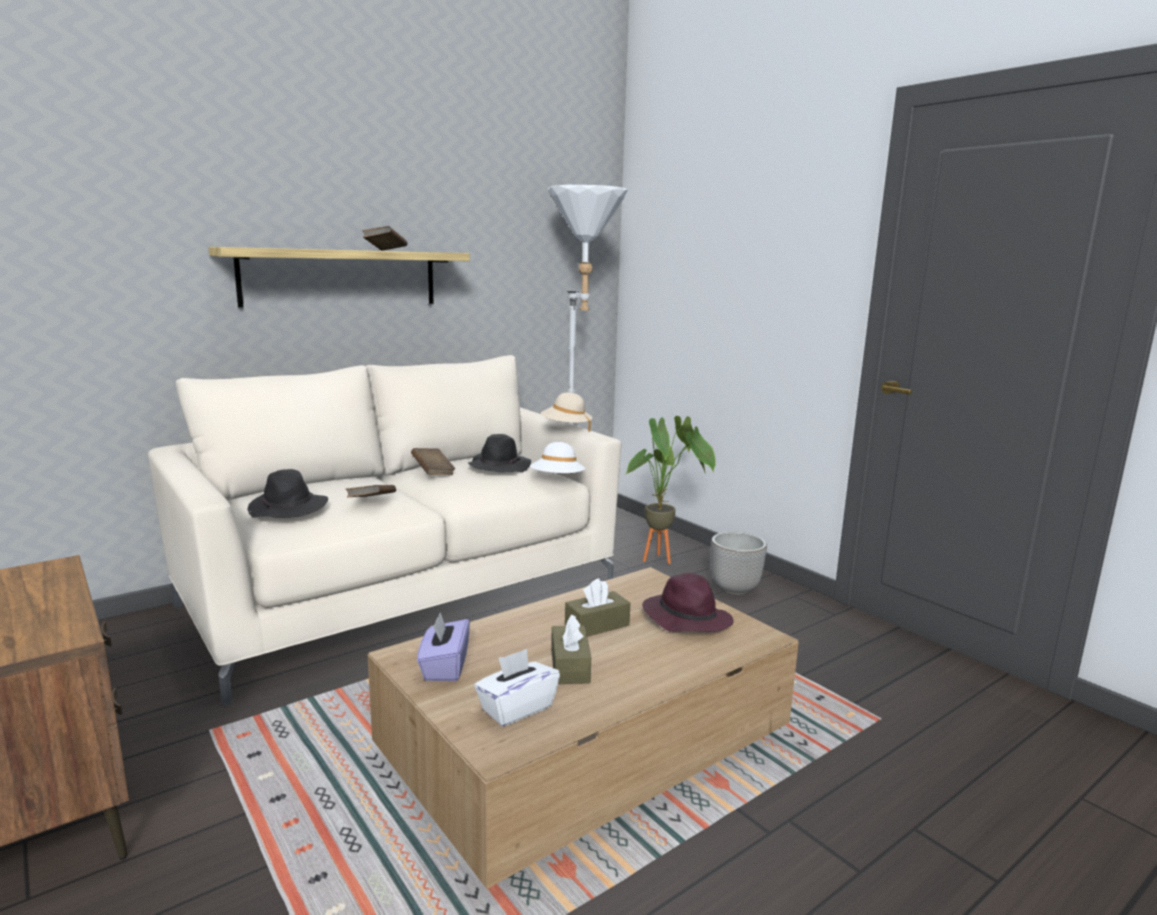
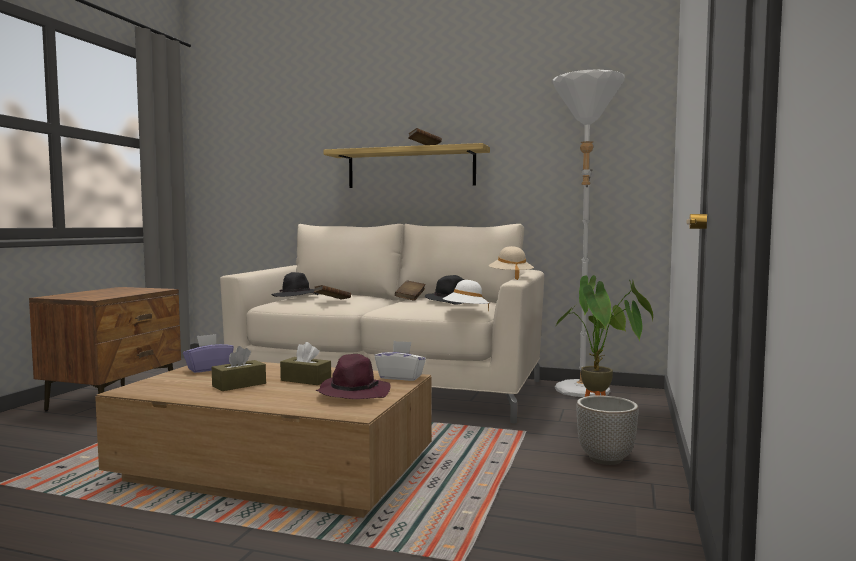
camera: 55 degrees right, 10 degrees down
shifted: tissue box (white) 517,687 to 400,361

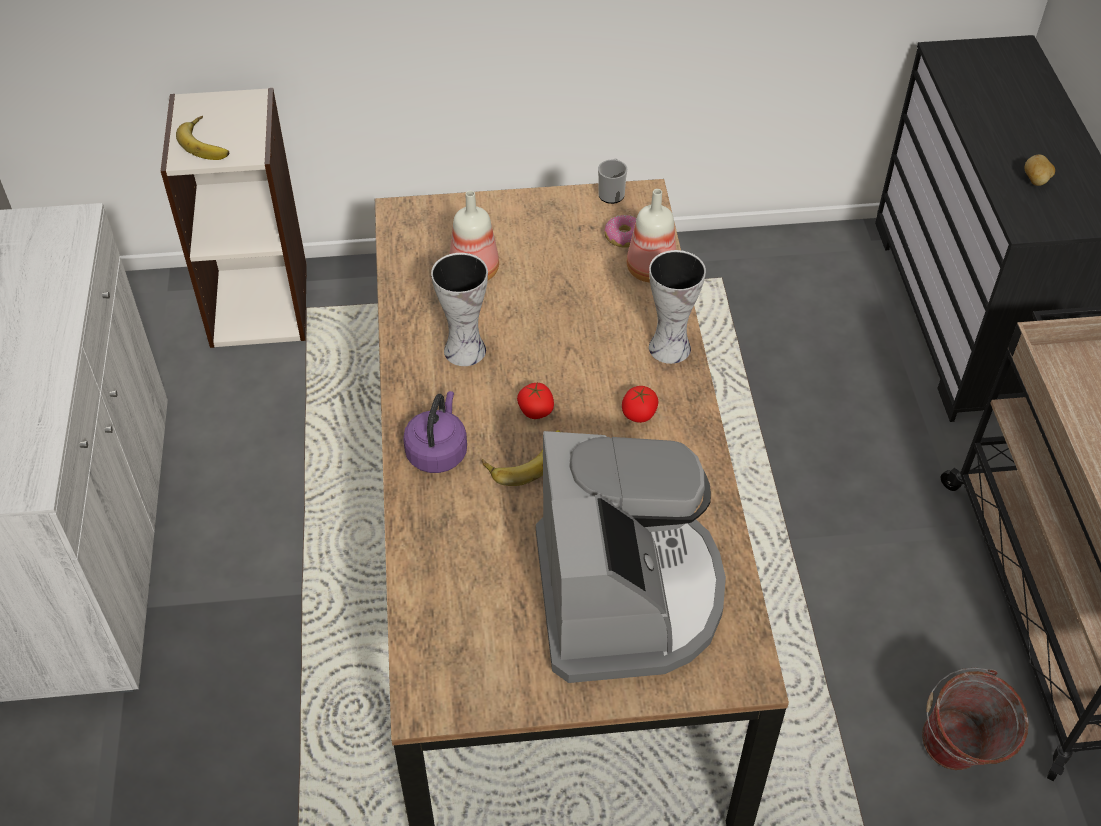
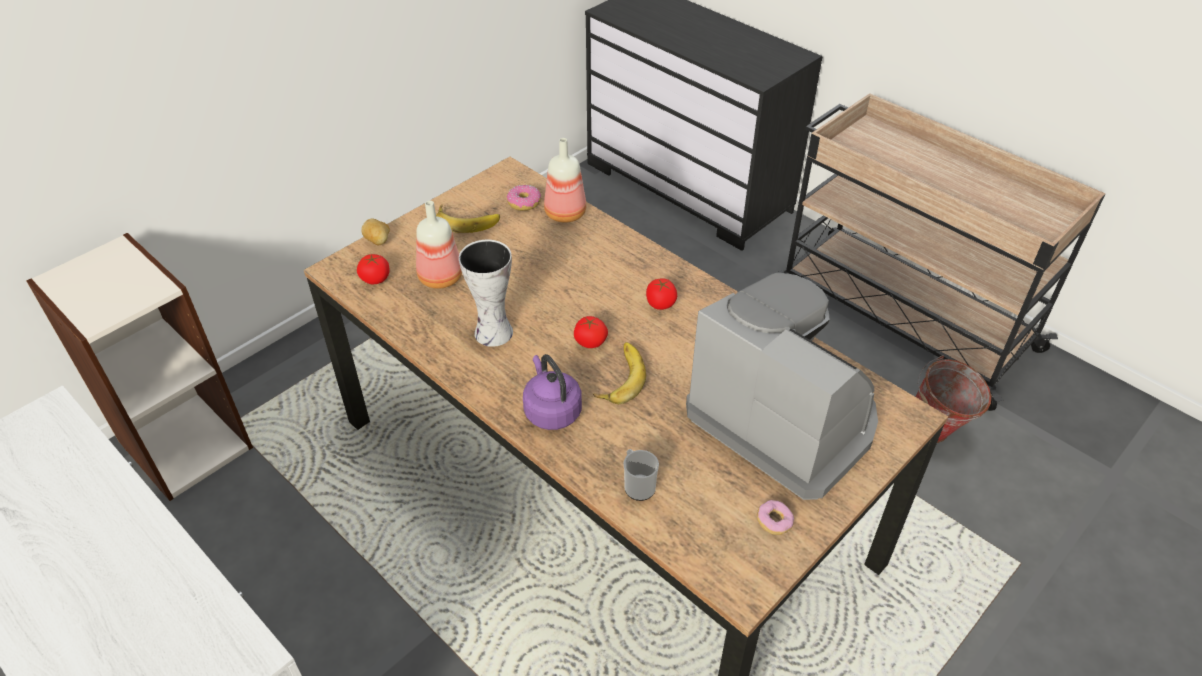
camera: 40 degrees left, 5 degrees down
gone: vase 677,307
new: fresh tomato 373,269; donut 775,517
shifted: potato 1039,170 to 375,232; banana fruit 202,138 to 468,218; coffee mug 612,181 to 641,475

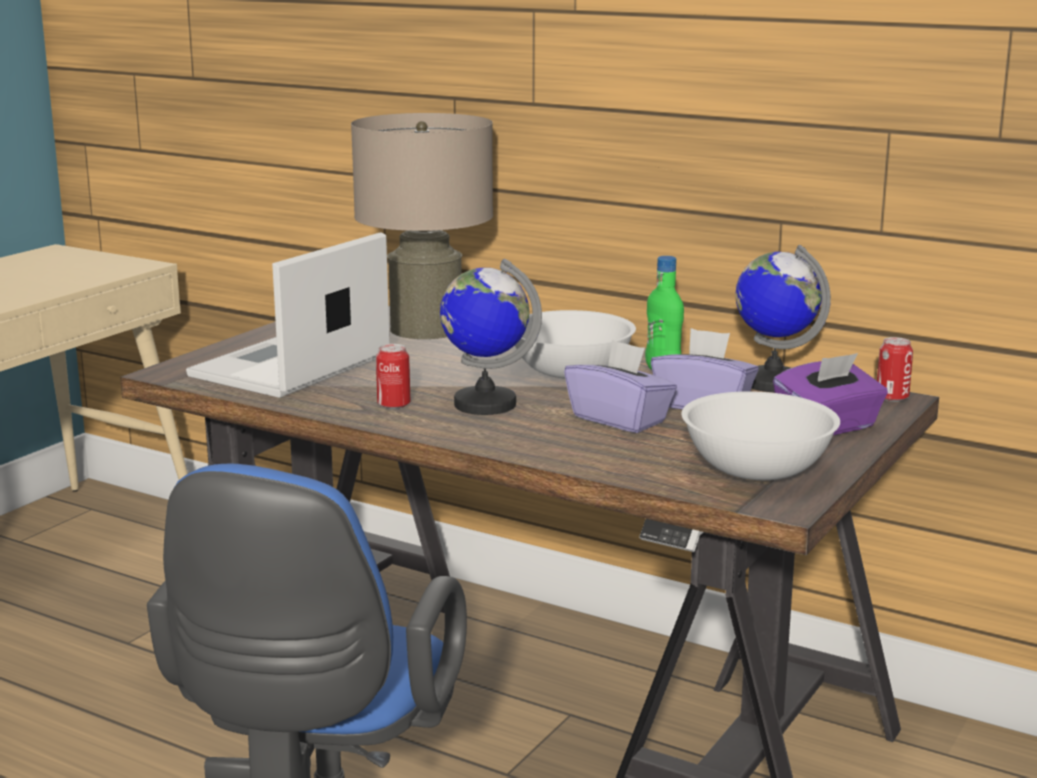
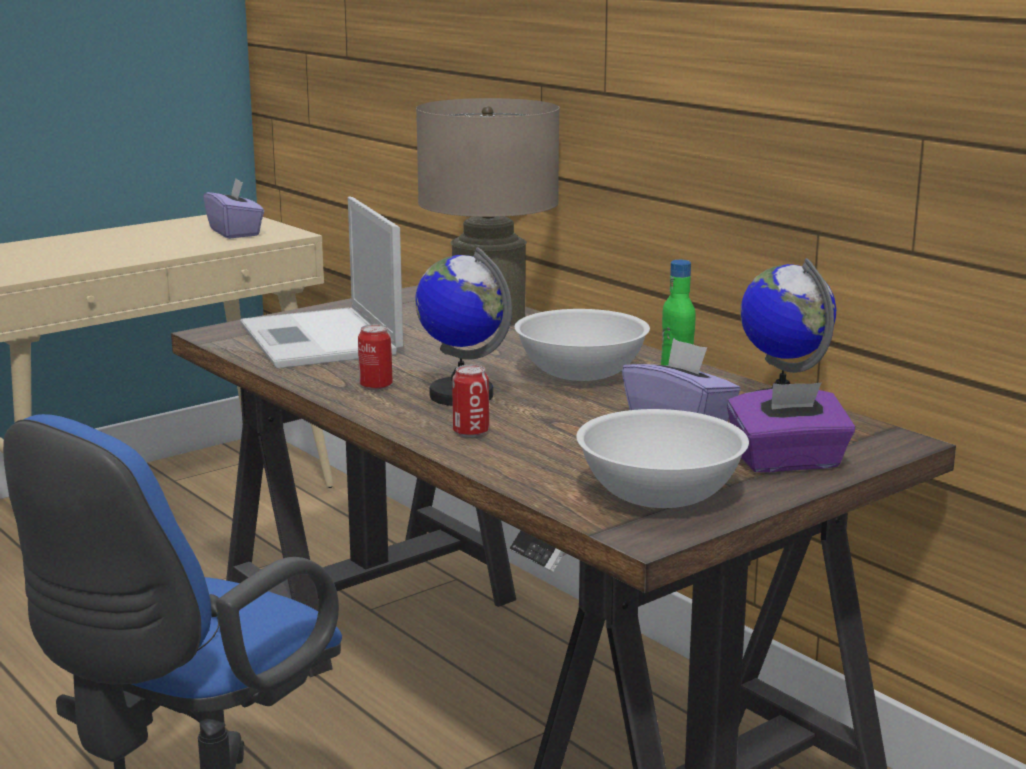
camera: 20 degrees right, 0 degrees up
shifted: tissue box (purplish) 620,386 to 233,208; can 895,369 to 470,401
rotated: portable computer 288,315 = 321,282 75 degrees counterclockwise

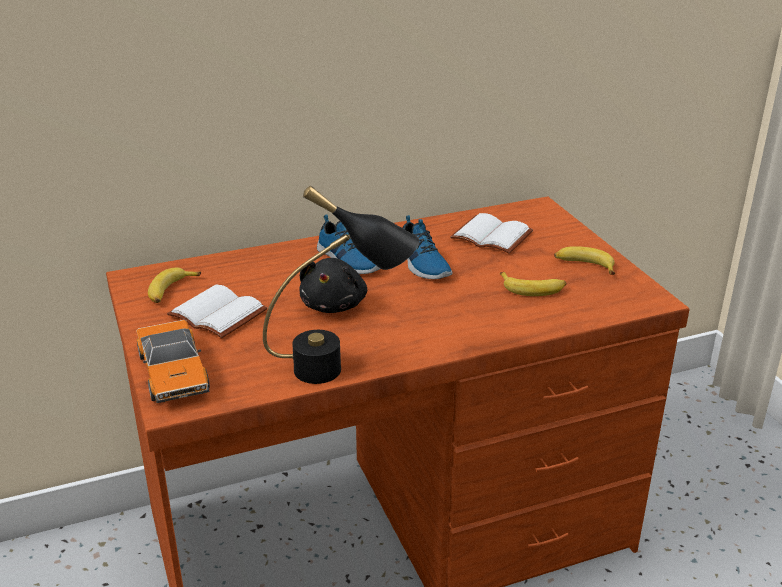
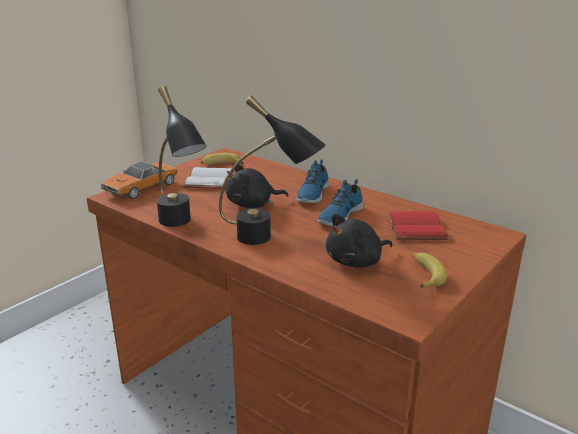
camera: 60 degrees right, 5 degrees down
new: tabletop lamp (black) 272,170
swapped: banana fruit 533,284 to plush toy (black) 359,241
repainted: volume (white) 491,233 to volume (reddish) 418,225

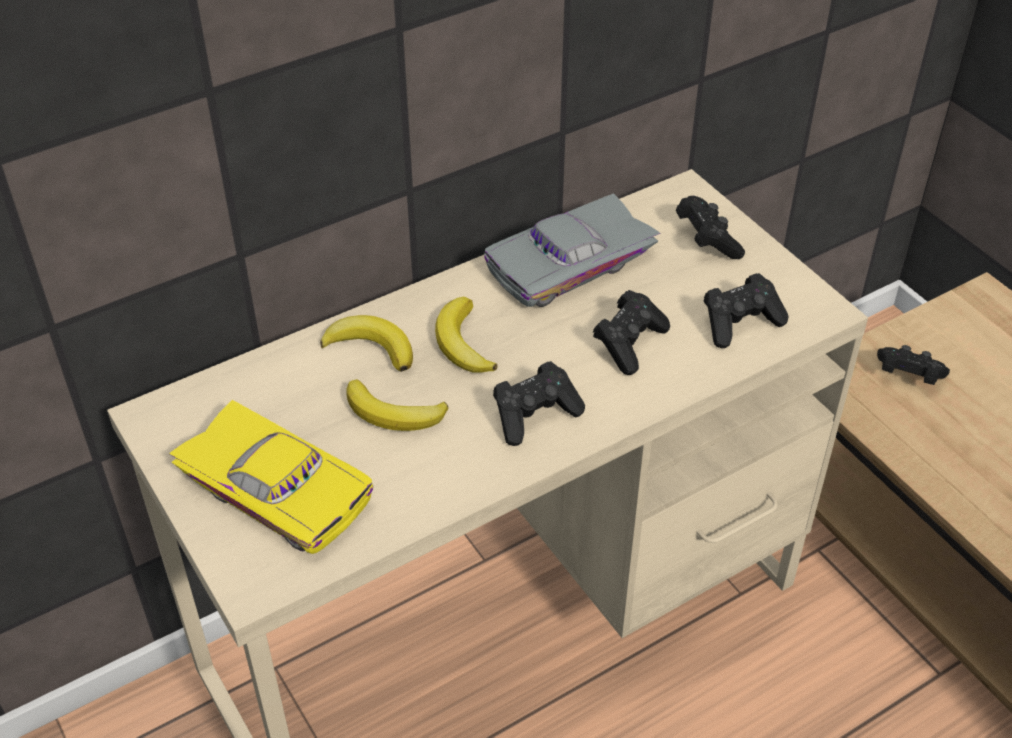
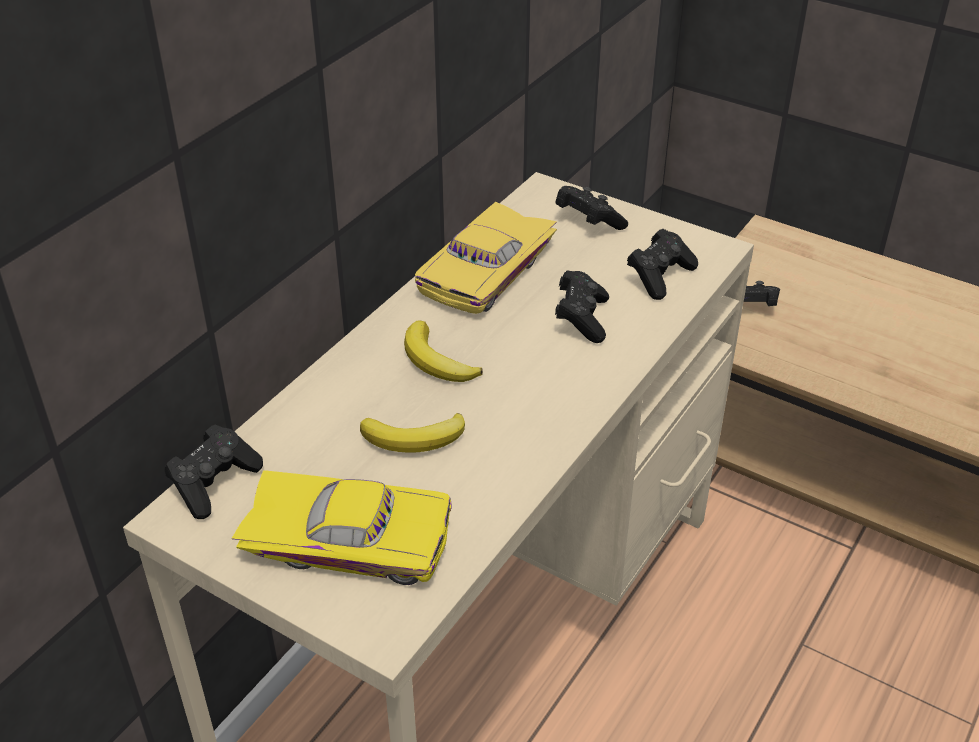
camera: 25 degrees left, 5 degrees down
gone: banana fruit 366,343
shifted: game controller (black) 539,403 to 214,472
repainted: toy car (greyish) 572,250 to toy car (yellow) 486,258

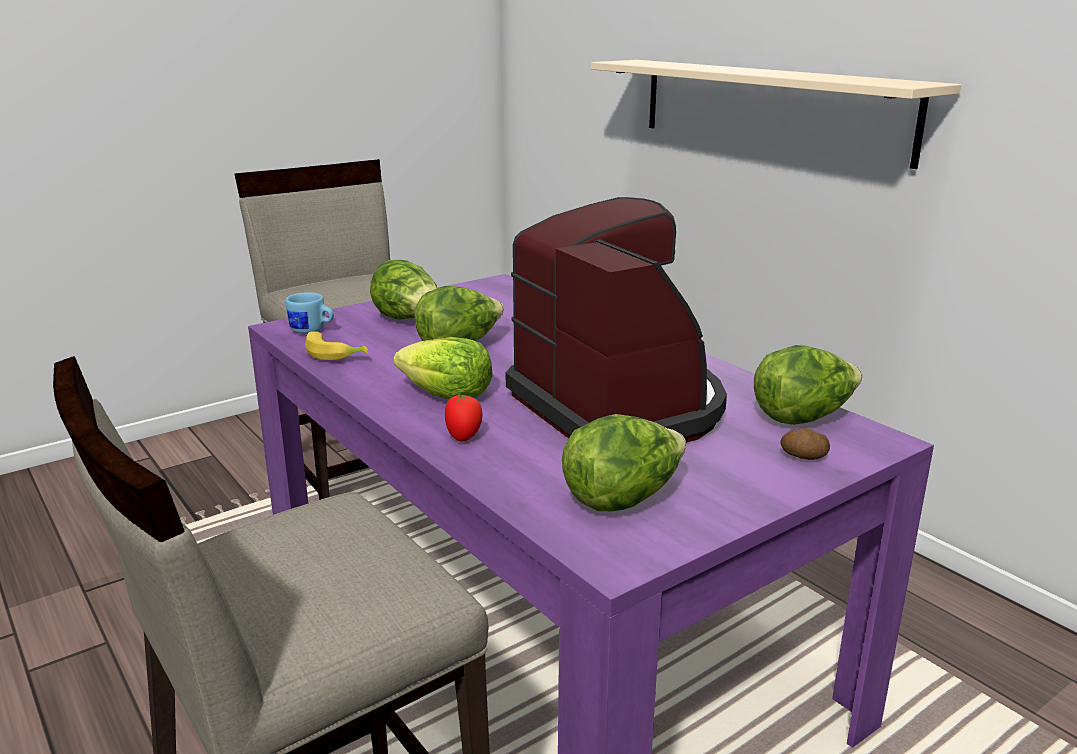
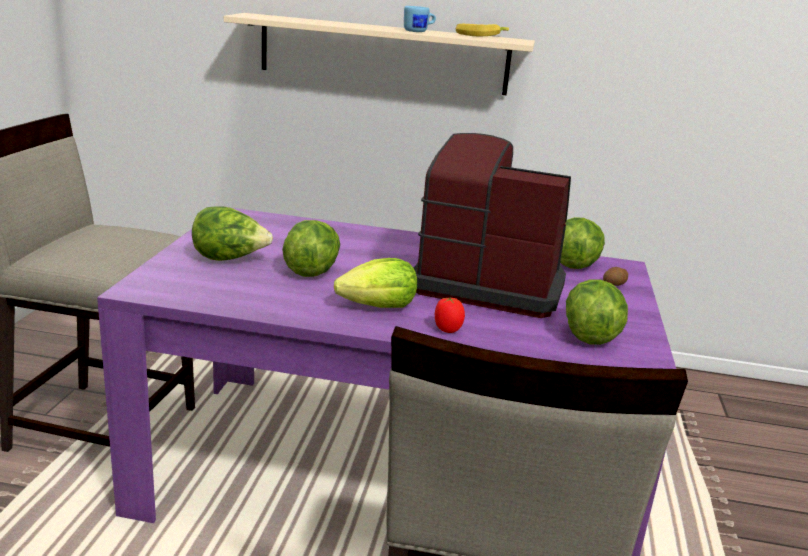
camera: 45 degrees left, 0 degrees up
shifted: coffee mug (blue-coloured) 309,313 to 420,19; banana fruit 336,345 to 482,30

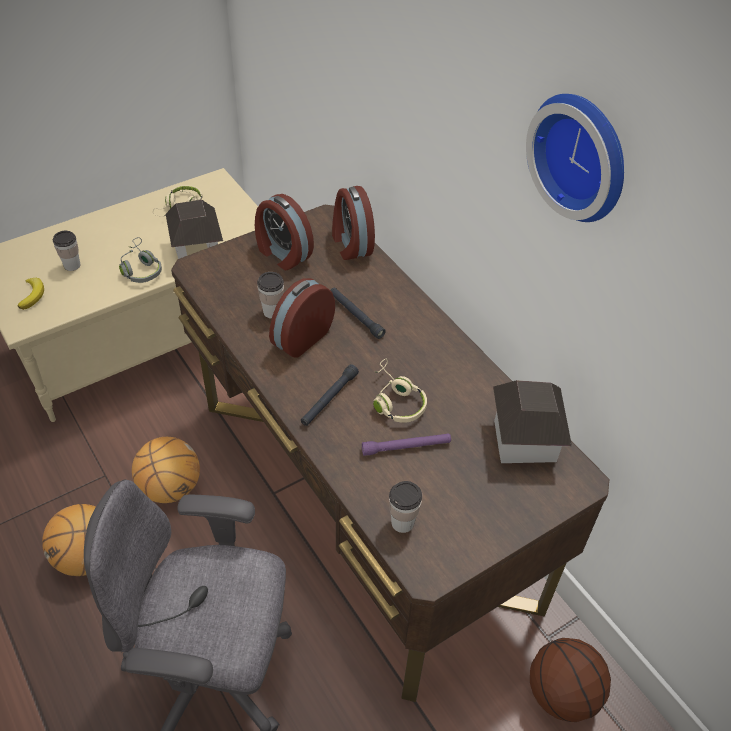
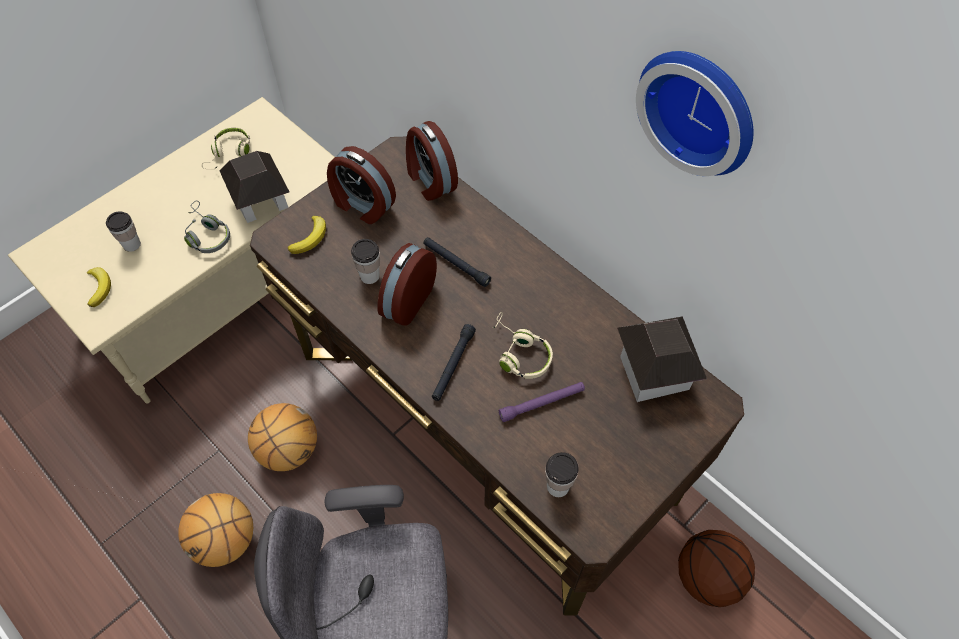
camera: 10 degrees left, 10 degrees up
new: banana fruit 306,235

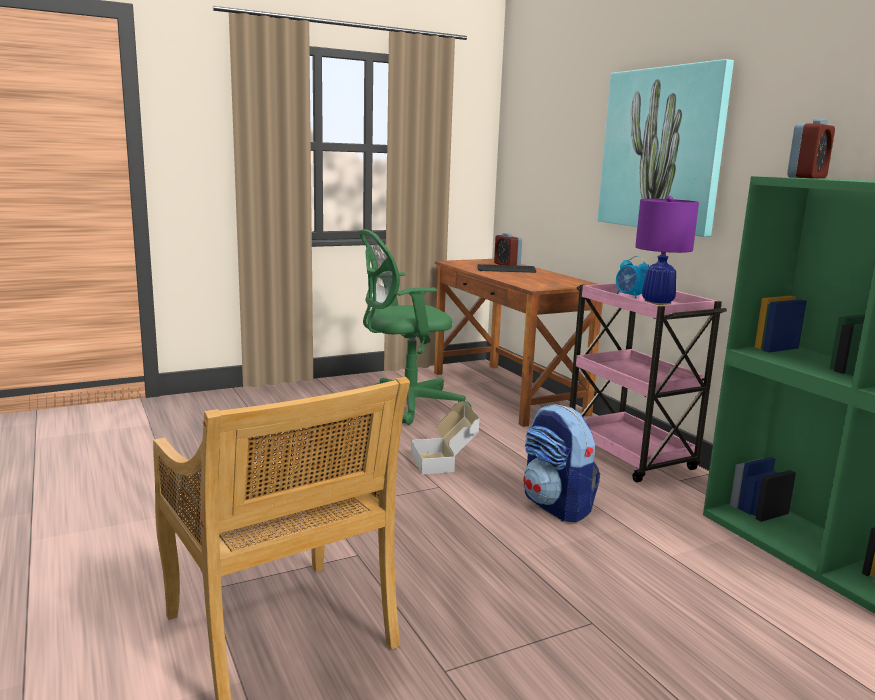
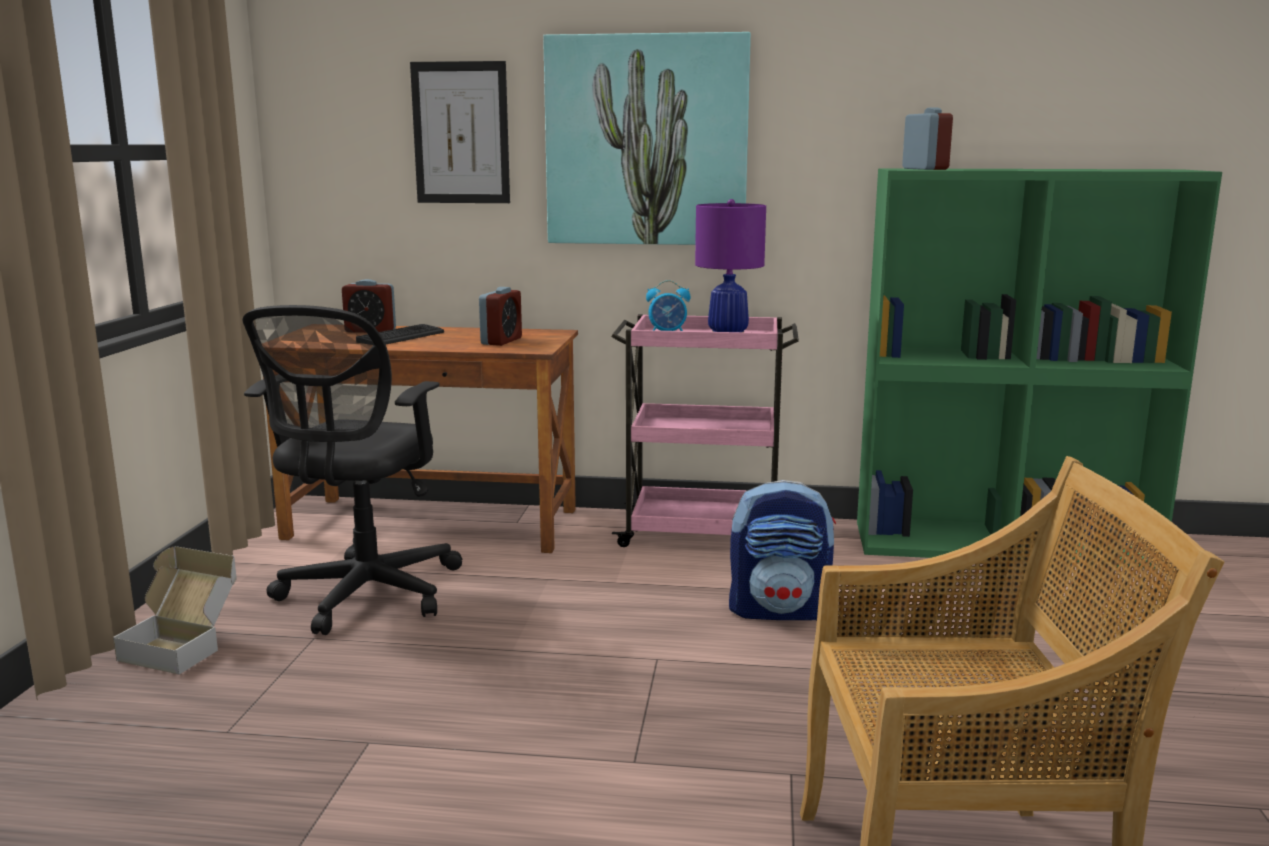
camera: 55 degrees left, 0 degrees up
new: picture 460,132; bedside clock 500,316
shifted: carton 445,438 to 175,610
repainted: computer chair (green) 414,327 to computer chair (black) 352,470

